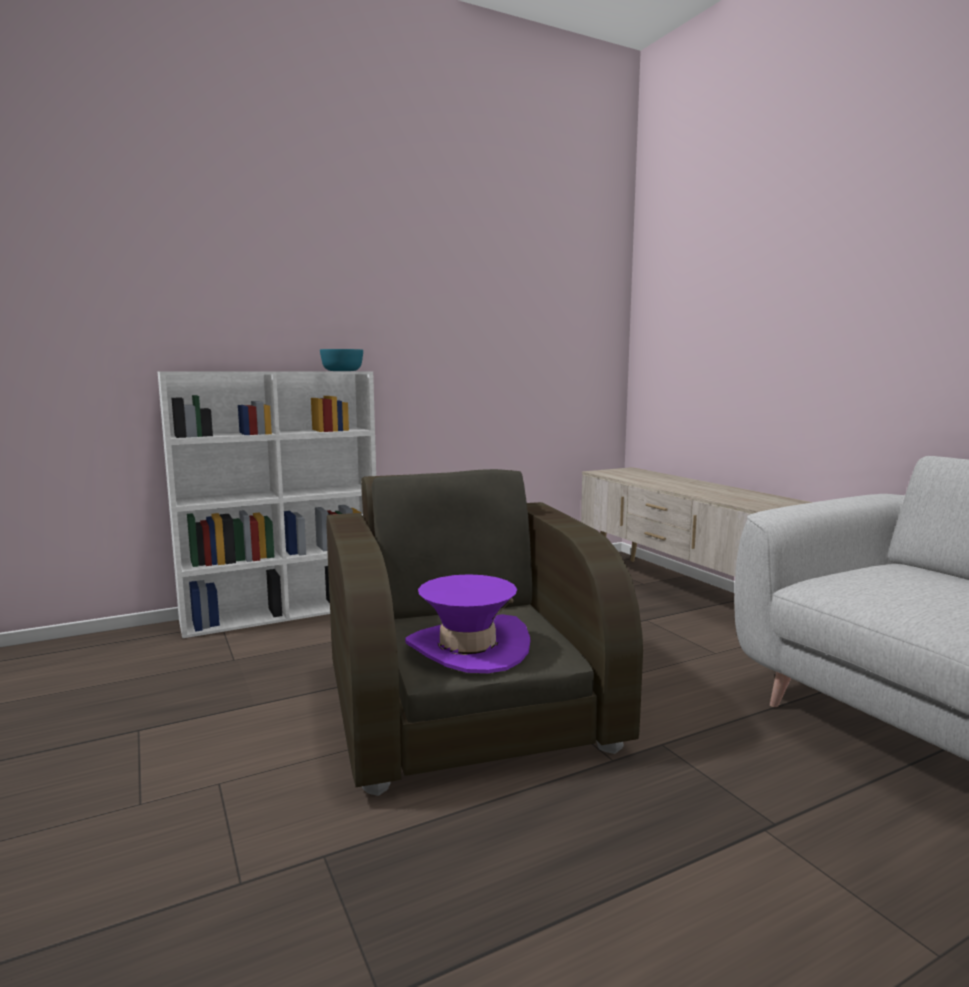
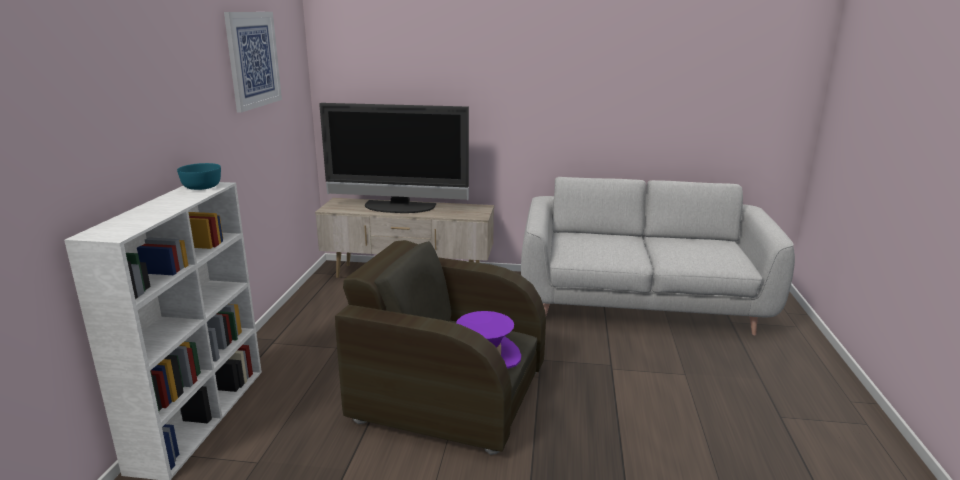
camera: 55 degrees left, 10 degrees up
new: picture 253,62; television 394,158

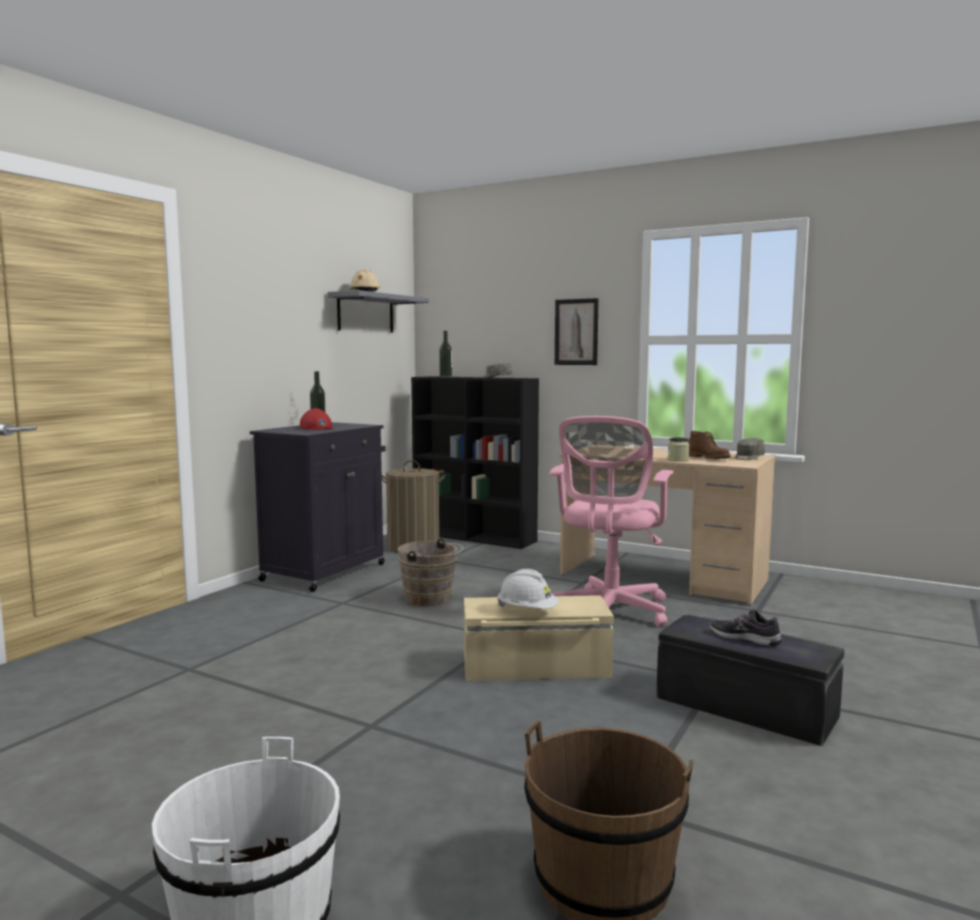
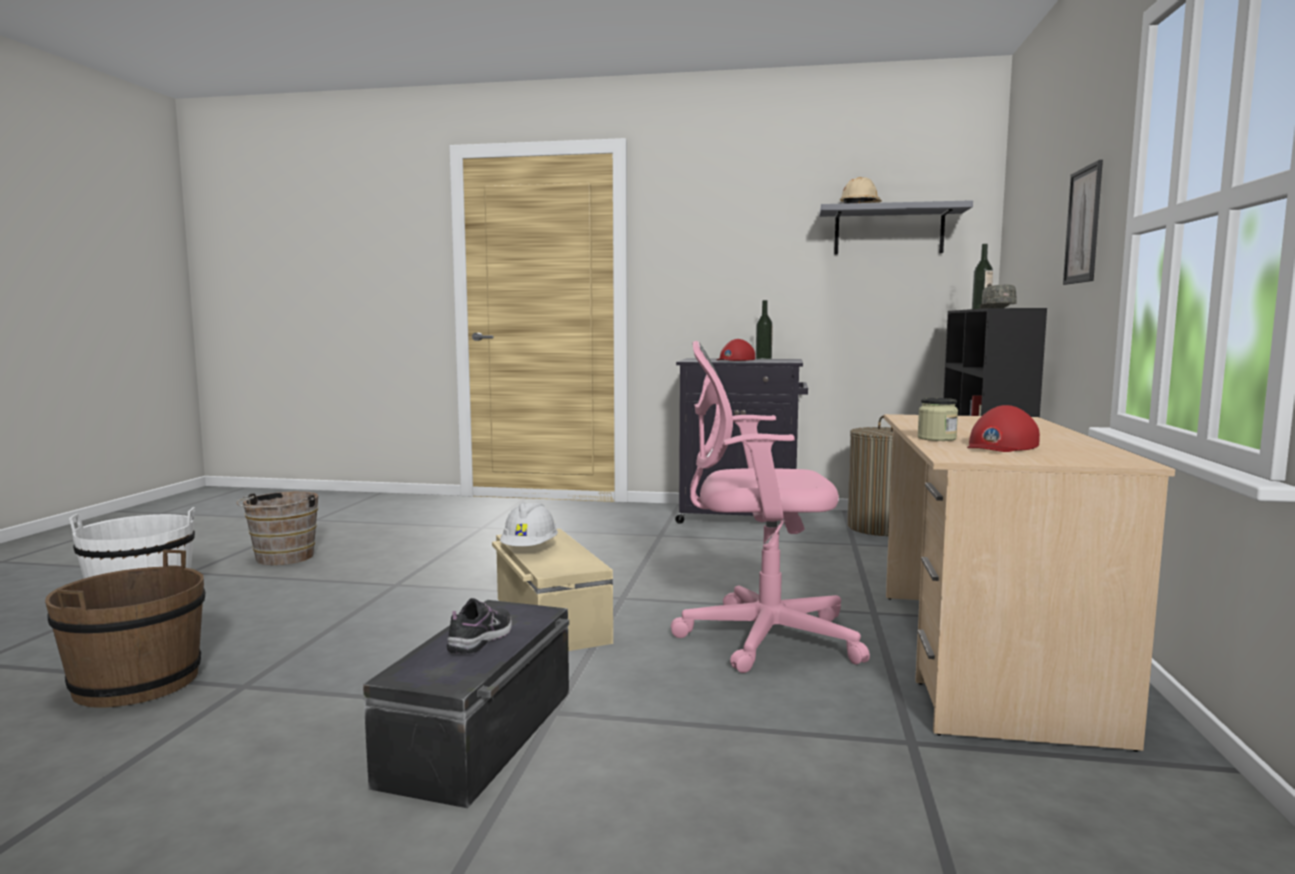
camera: 70 degrees right, 0 degrees up
gone: baseball cap (greyish) 750,449
shifted: pail (brown-coloured) 430,572 to 277,528
swapped: high-top boot (brown-coloured) 709,445 to baseball cap (reddish) 1003,428

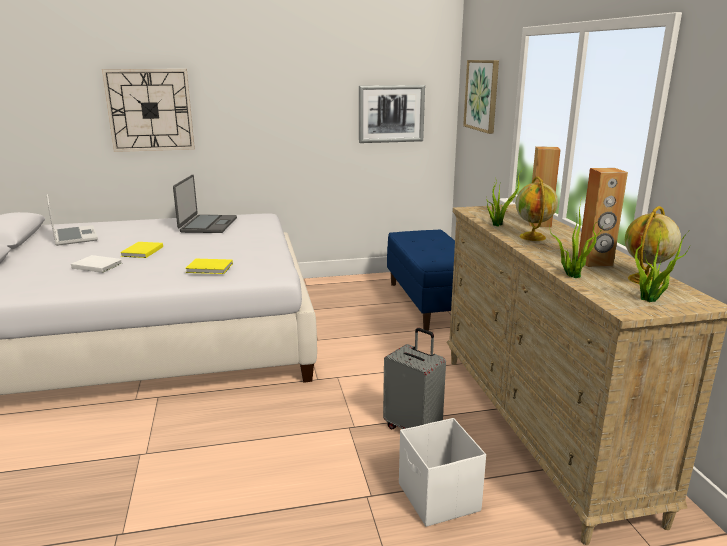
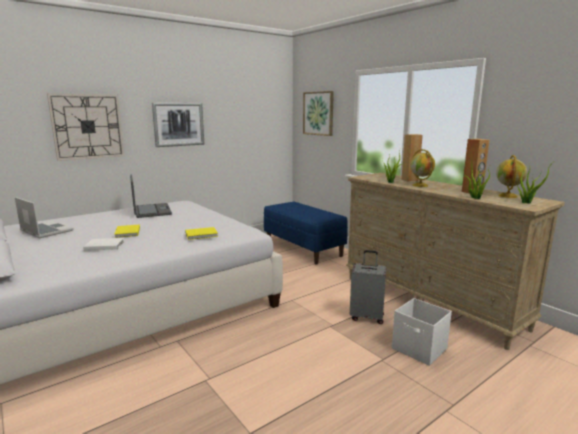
camera: 25 degrees left, 5 degrees down
shifted: picture 392,114 to 178,125

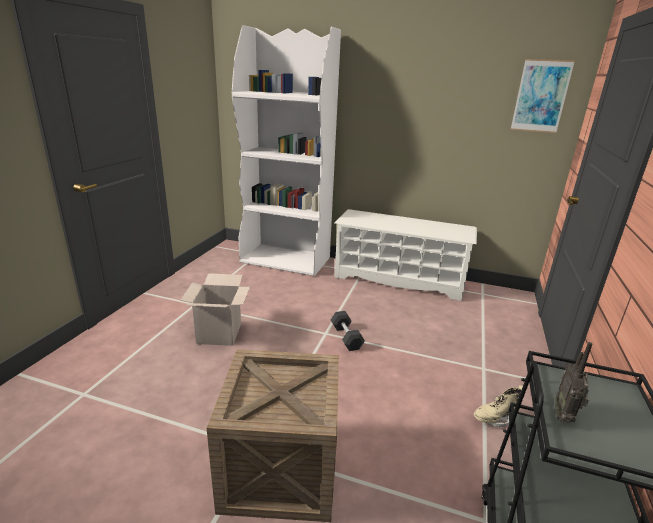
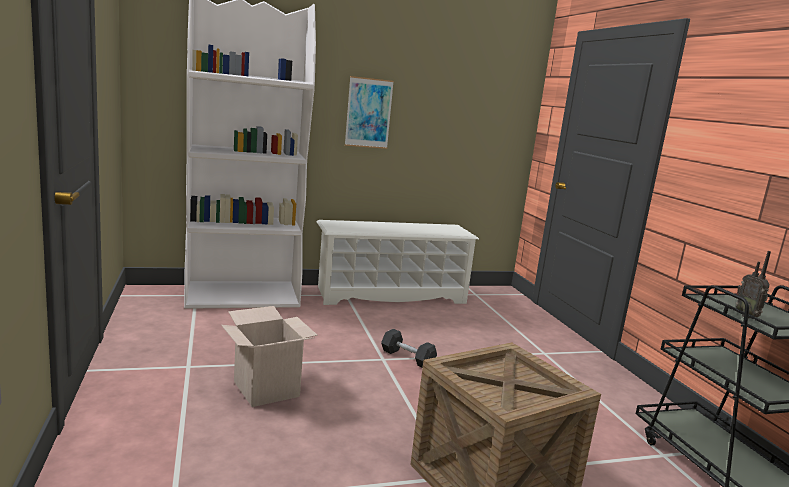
camera: 35 degrees left, 10 degrees down
gone: high-top boot (sand-coloured) 498,406
shifted: picture 543,96 to 369,112

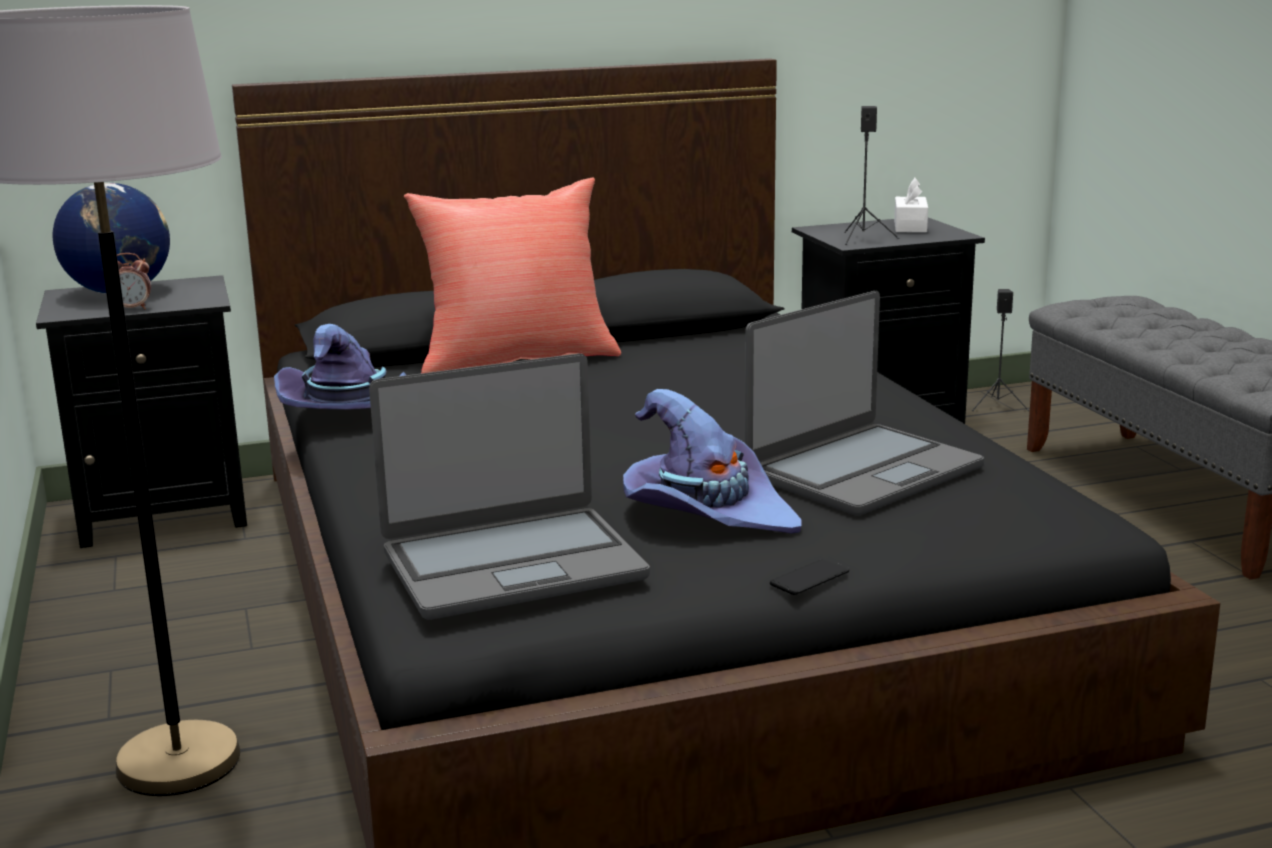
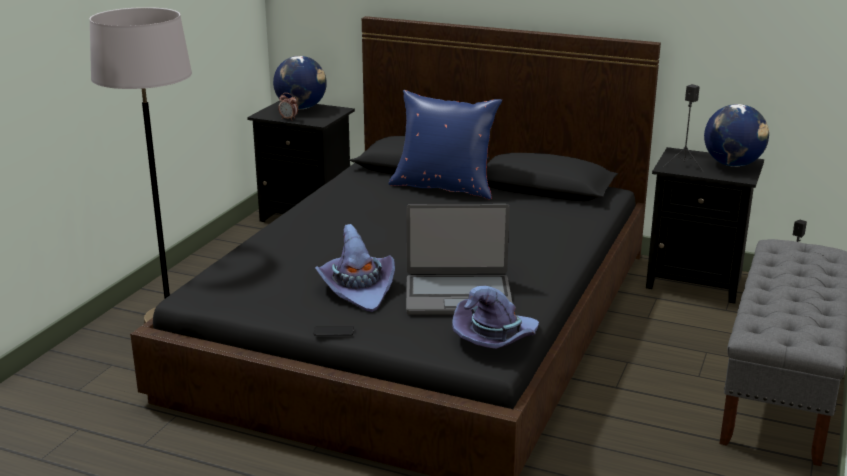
camera: 40 degrees right, 5 degrees up
gone: portable computer 509,486
shifted: wearable hat (purplish) 340,367 to 495,317
swapped: tissue box (white) 911,205 to desk globe 736,135
repainted: pillow (reddish) 512,275 to pillow (blue-coloured) 445,144

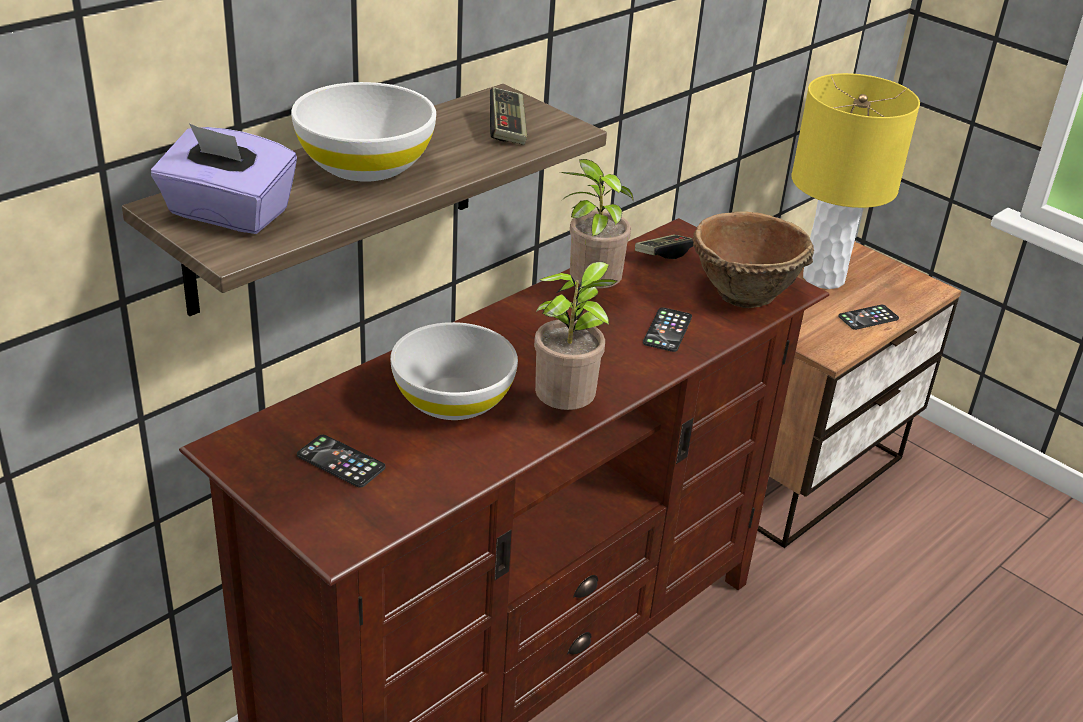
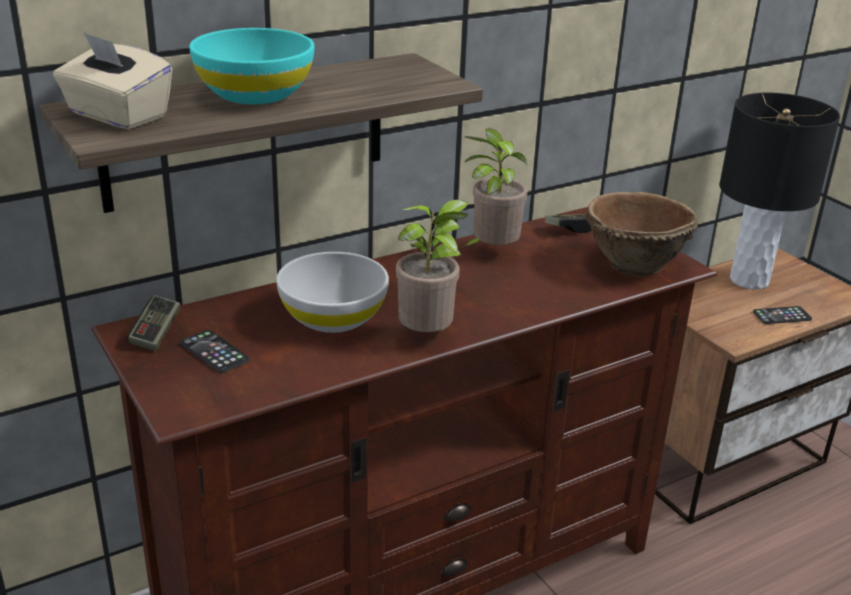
camera: 15 degrees right, 5 degrees down
gone: telephone 667,329
shifted: game controller 508,116 to 153,323
repainted: tissue box (purplish) 224,178 to tissue box (sand-coloured) 112,80; bowl (white) 363,132 to bowl (turquoise-coloured) 252,66; tabletop lamp (yellow) 855,181 to tabletop lamp (black) 779,191

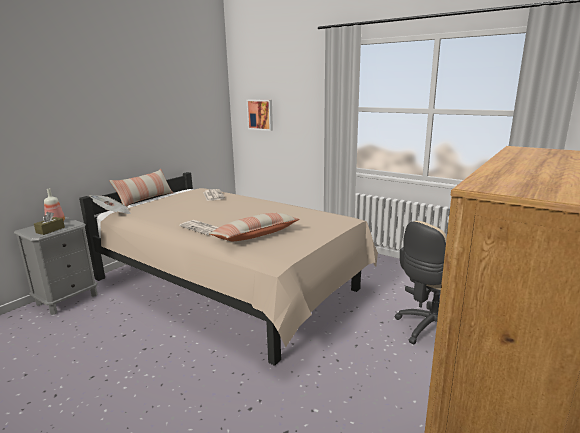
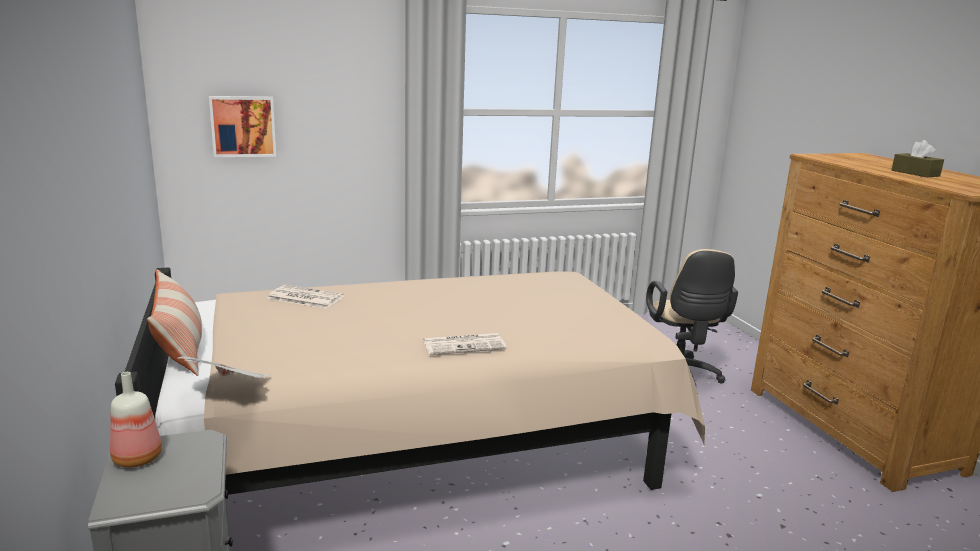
camera: 55 degrees left, 0 degrees up
gone: pillow 254,227
shifted: tissue box (brown-coloured) 49,223 to 918,158

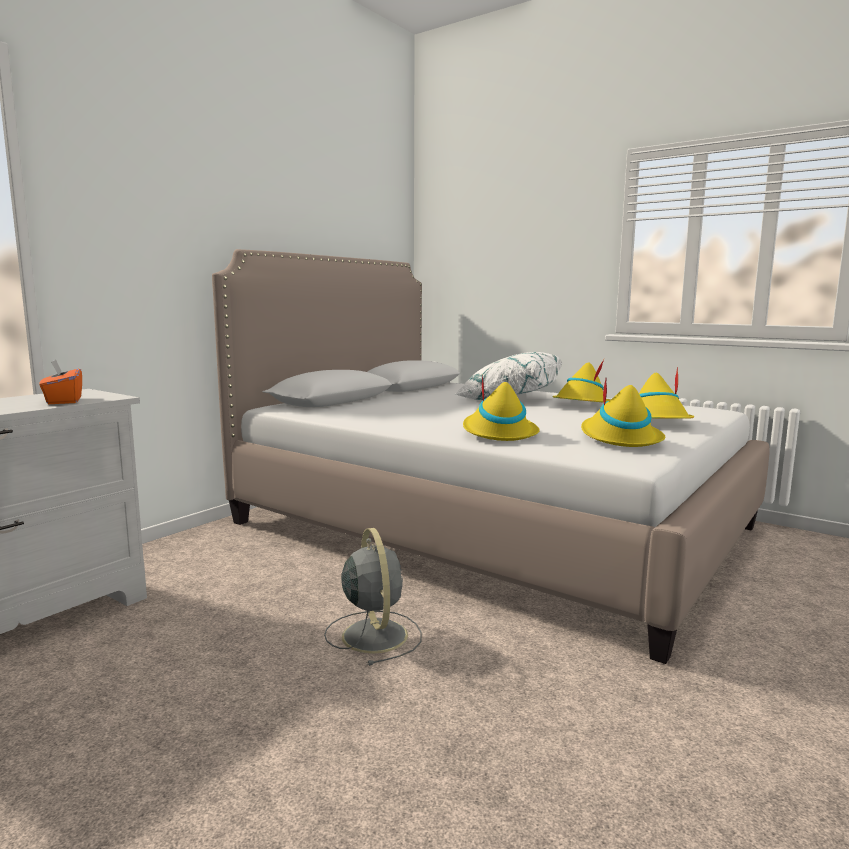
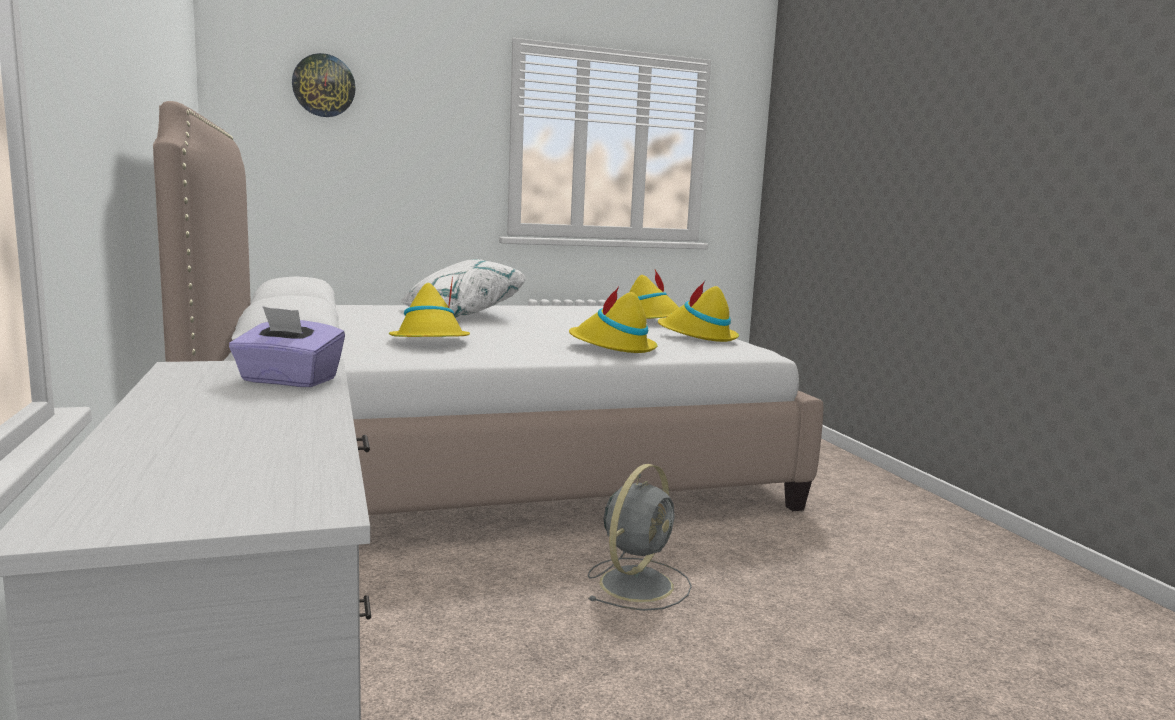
camera: 55 degrees left, 0 degrees up
new: wall clock 324,85
shifted: wearable hat (yellow) 581,380 to 429,306
repainted: tissue box (orange) 60,382 to tissue box (purplish) 287,346
rotated: cooling fan (greyish) 373,597 = 640,537 105 degrees clockwise

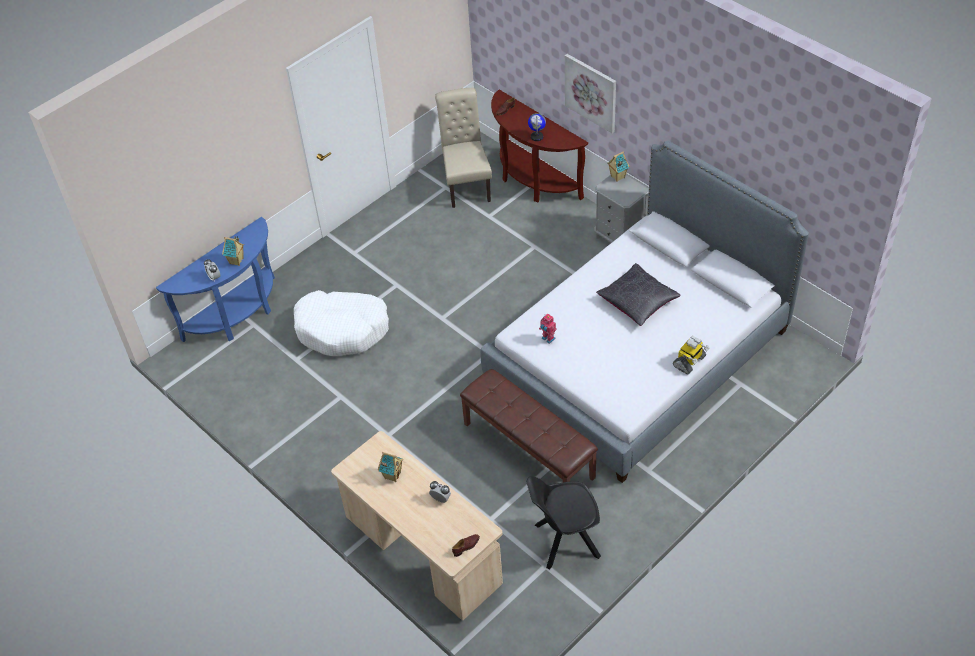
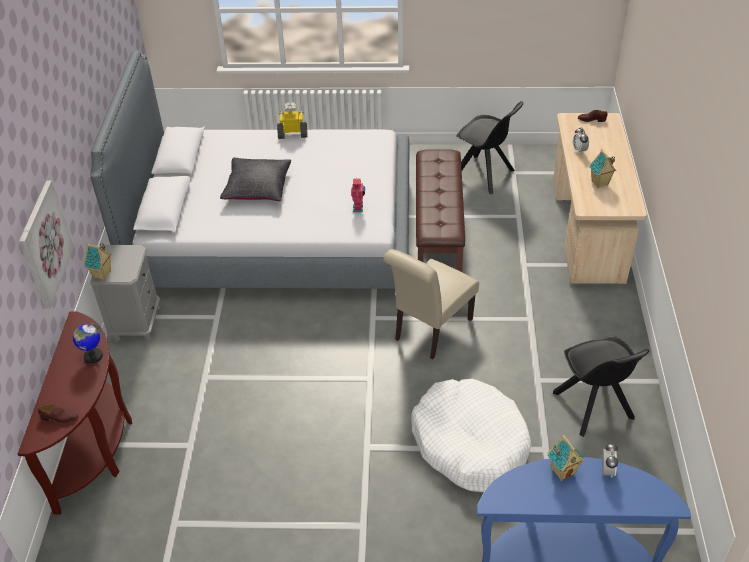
camera: 135 degrees left, 5 degrees down
new: chair (black) 601,386
shifted: chair (sand-coloured) 463,148 to 431,304

